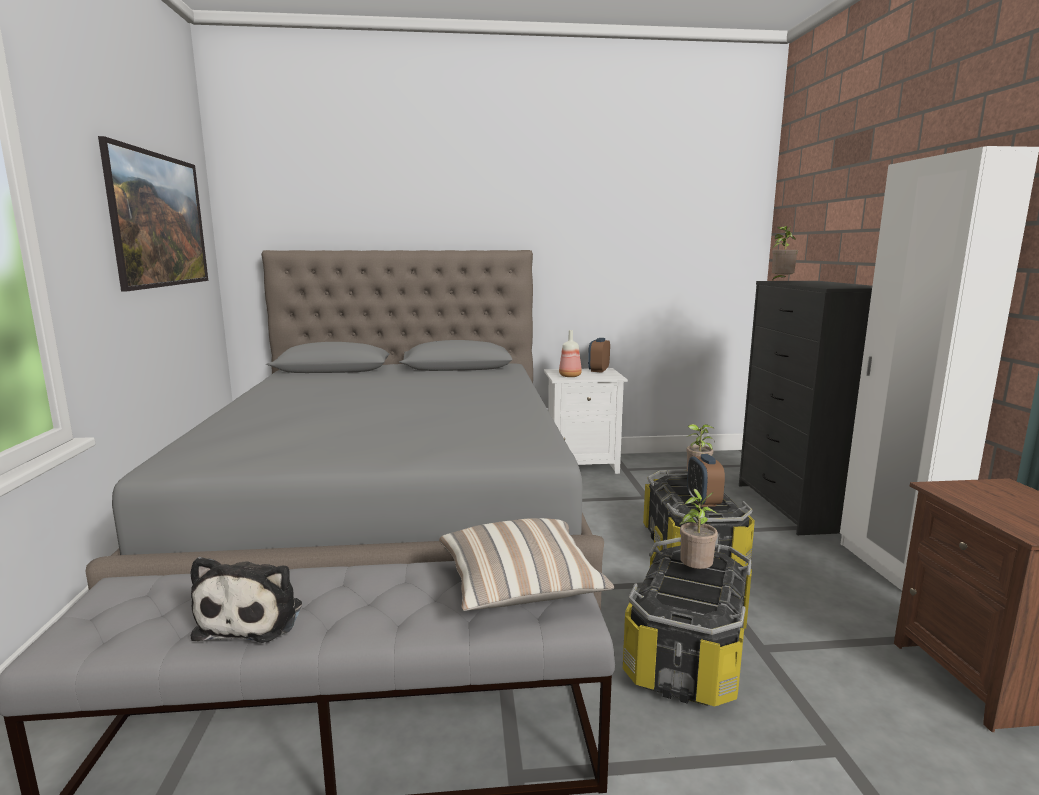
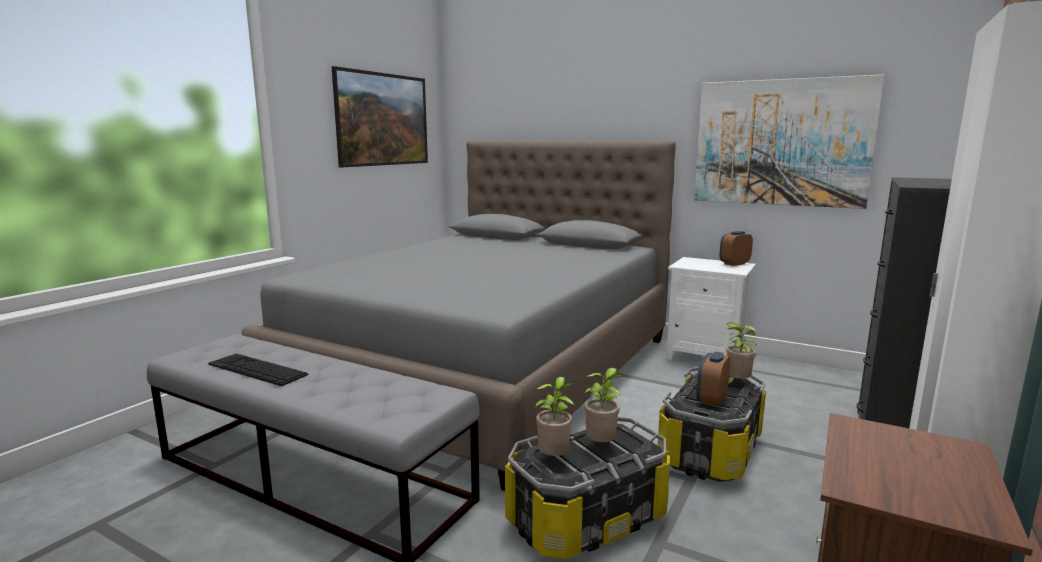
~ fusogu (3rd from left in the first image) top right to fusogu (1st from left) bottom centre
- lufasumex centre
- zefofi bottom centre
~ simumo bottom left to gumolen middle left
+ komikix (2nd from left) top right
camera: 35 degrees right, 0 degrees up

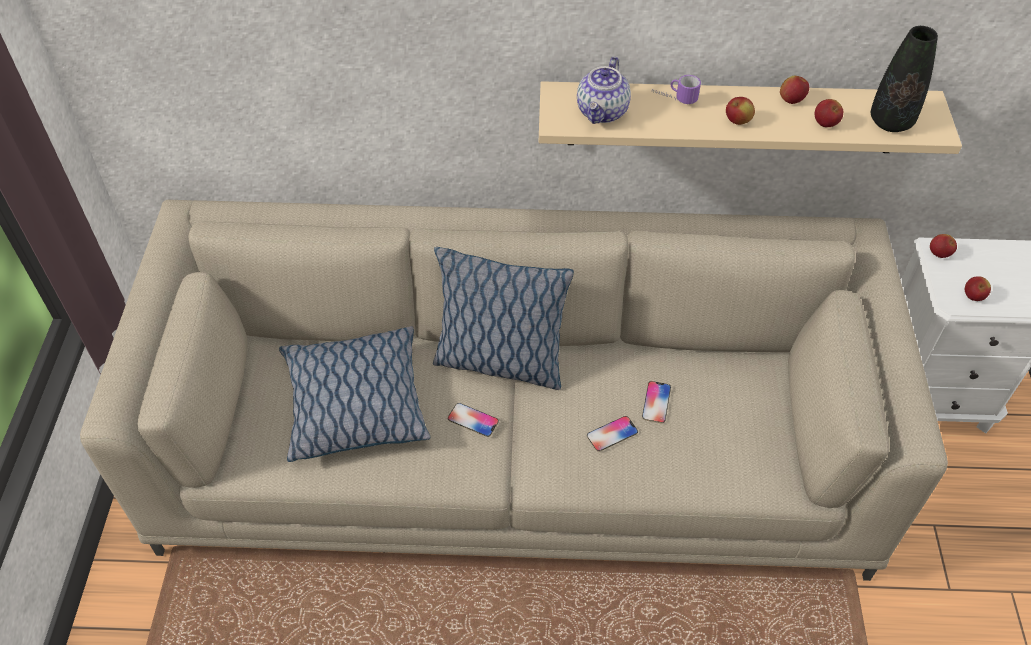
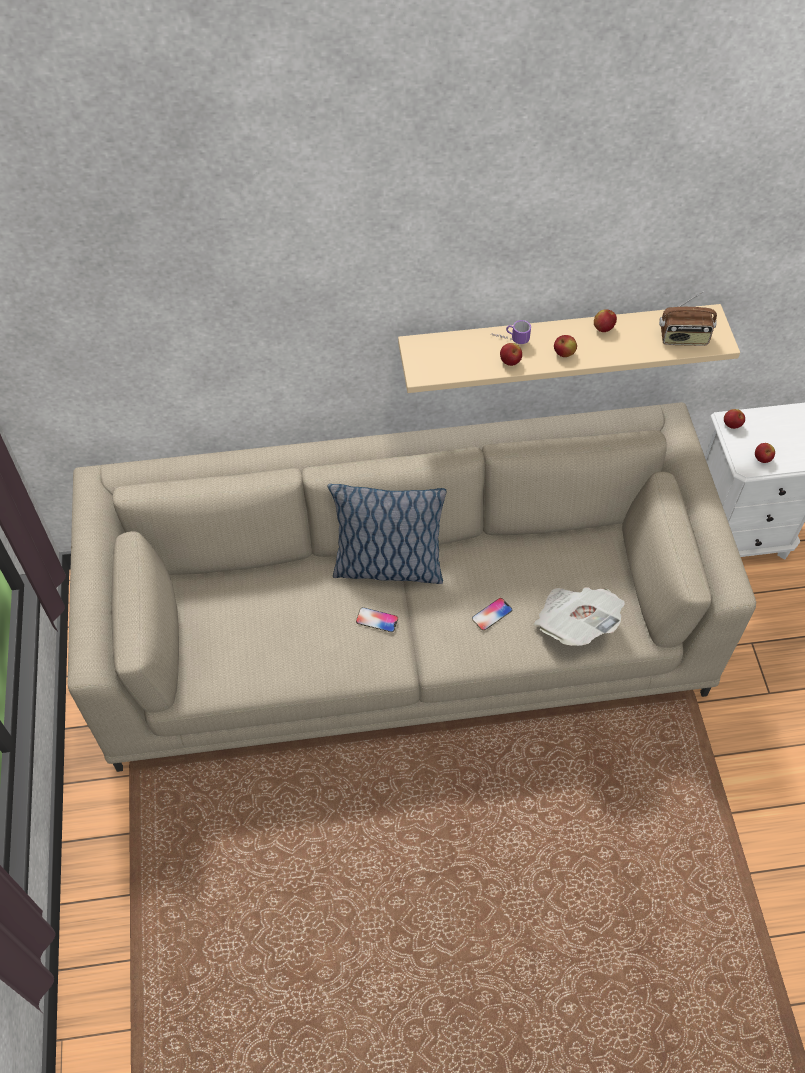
~ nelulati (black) top right to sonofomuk top right
- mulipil top centre
~ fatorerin (3rd from left in the first image) top right to fatorerin (1st from left) top centre
- zefofi (1st from left) centre
- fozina (3rd from left) centre
+ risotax middle right
camera: 10 degrees left, 5 degrees up

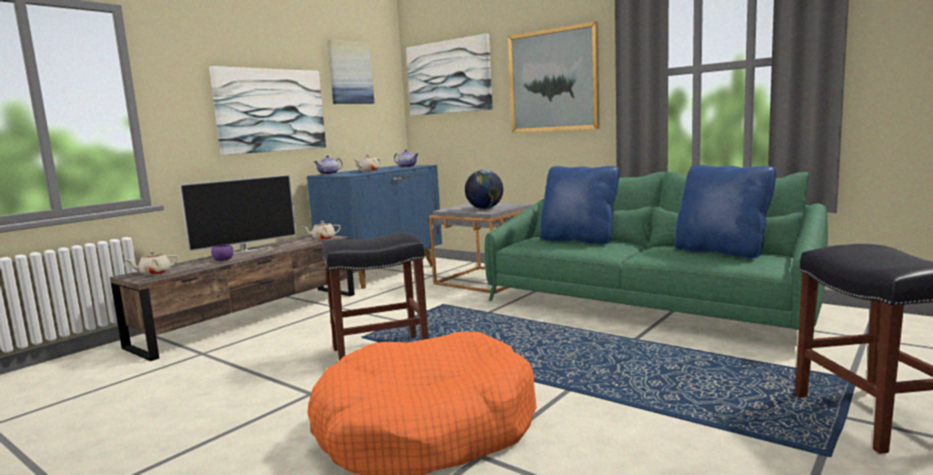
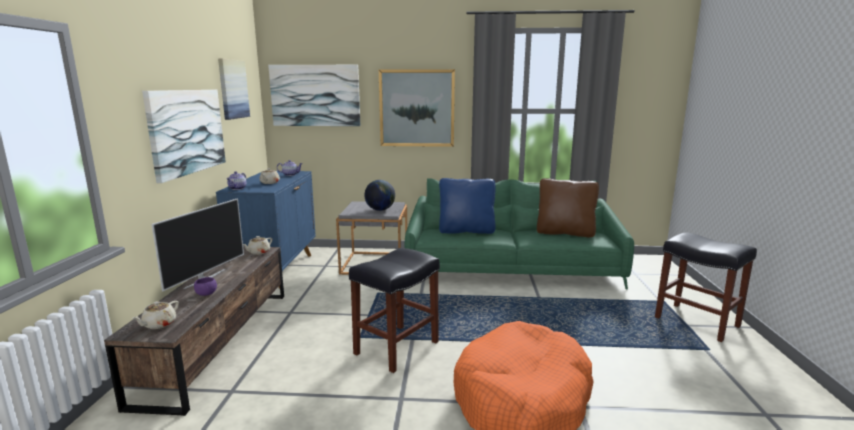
~ zefofi (blue) (2nd from left) middle right to zefofi (brown) centre
camera: 35 degrees left, 5 degrees up

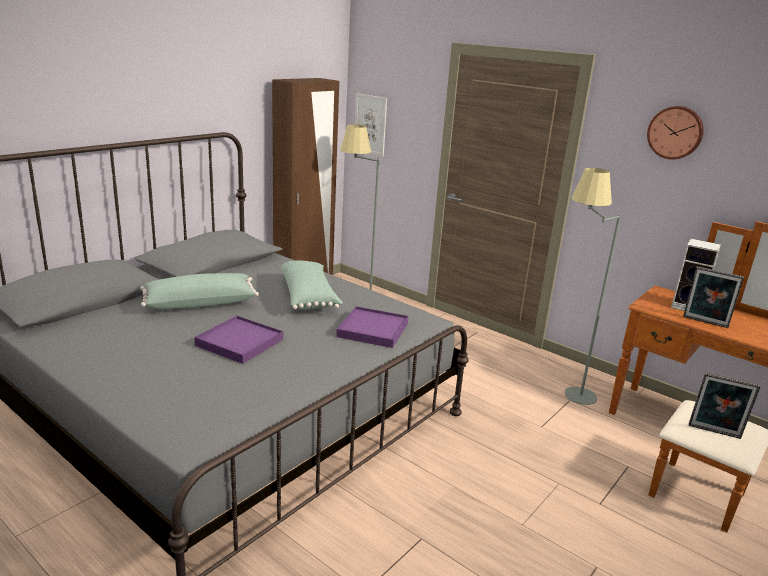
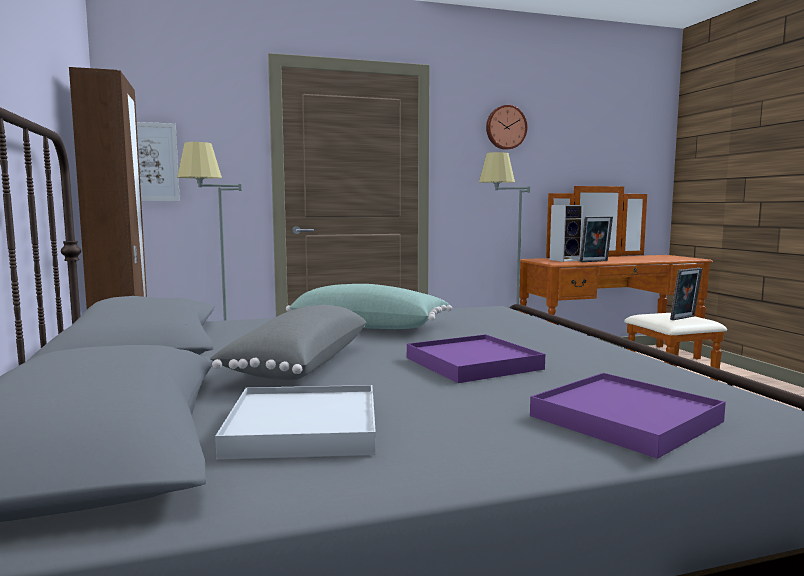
~ zefofi (green) (1st from left) middle left to zefofi (grey) centre
~ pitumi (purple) (2nd from left) centre to bottom right
+ pitumi (white) bottom centre
camera: 55 degrees left, 15 degrees down

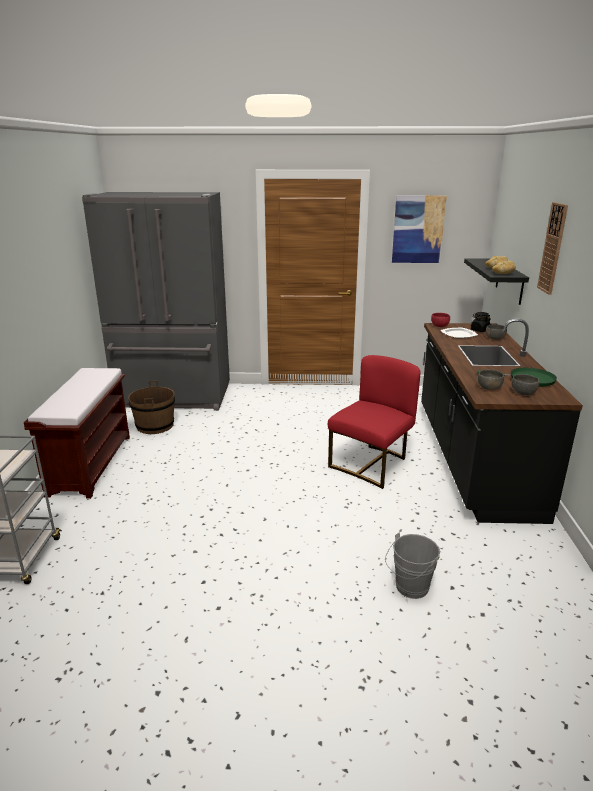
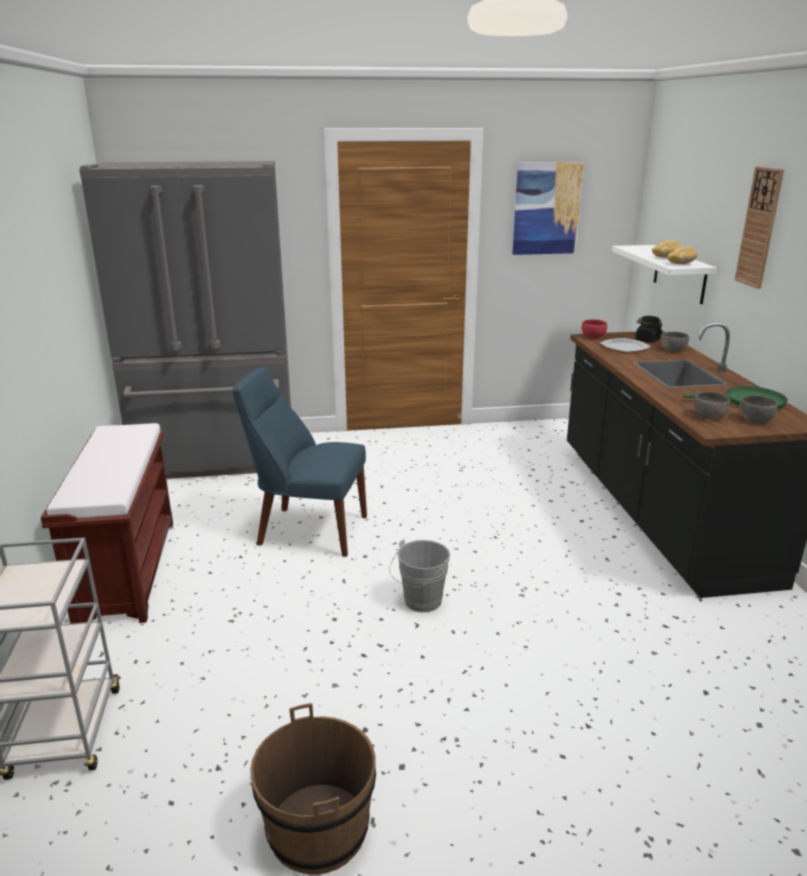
~ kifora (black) middle right to kifora (white) top right
- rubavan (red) centre
~ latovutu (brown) middle left to bottom centre
~ latovutu (grey) bottom right to centre
+ rubavan (blue) centre
camera: 10 degrees left, 0 degrees up

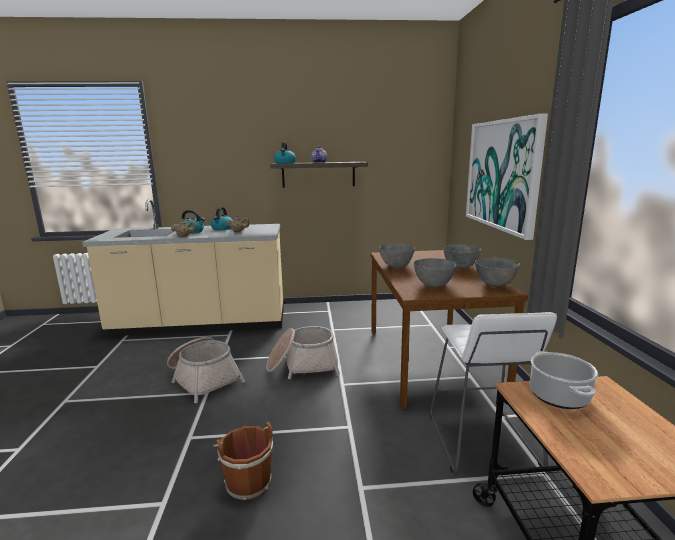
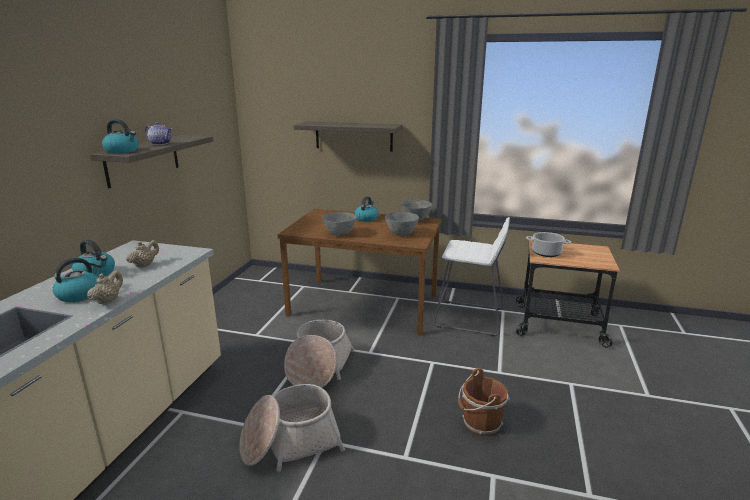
~ komikix top right to kifora (2nd from left) top centre
~ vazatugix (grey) (3rd from left) middle right to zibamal (4th from left) centre
camera: 70 degrees left, 5 degrees up

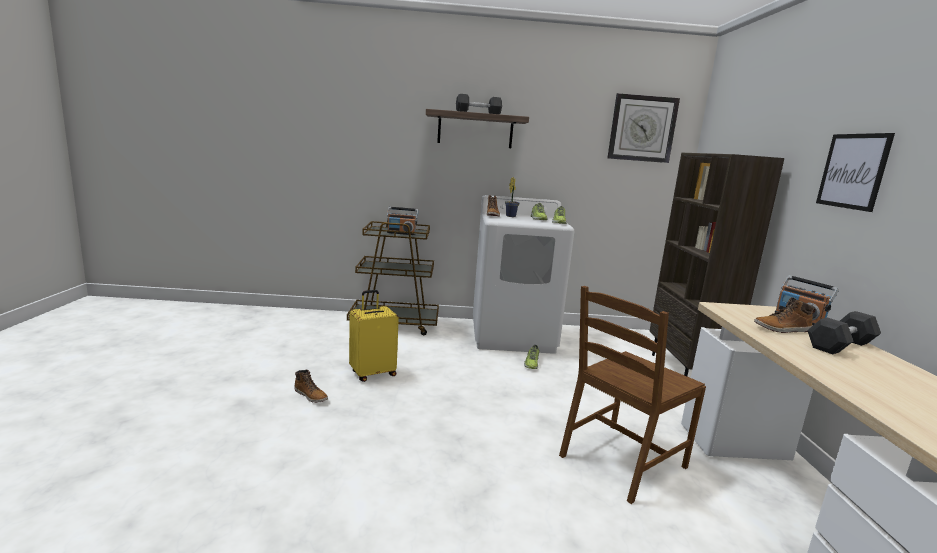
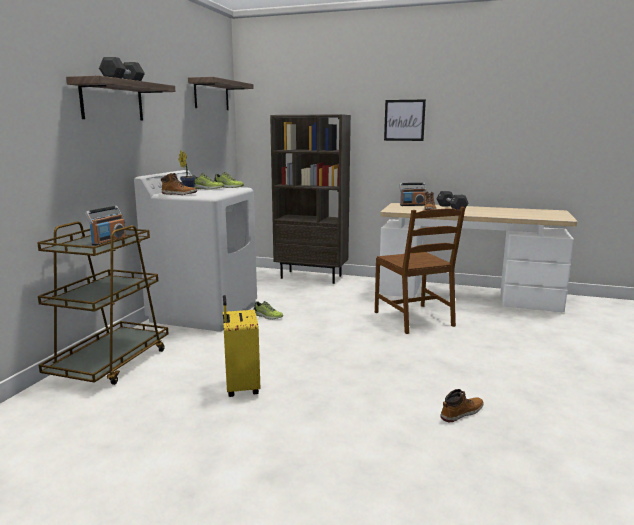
~ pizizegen top right to kifora (2nd from left) top centre
~ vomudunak (1st from left in the first image) bottom left to vomudunak (3rd from left) bottom right
camera: 70 degrees left, 0 degrees up

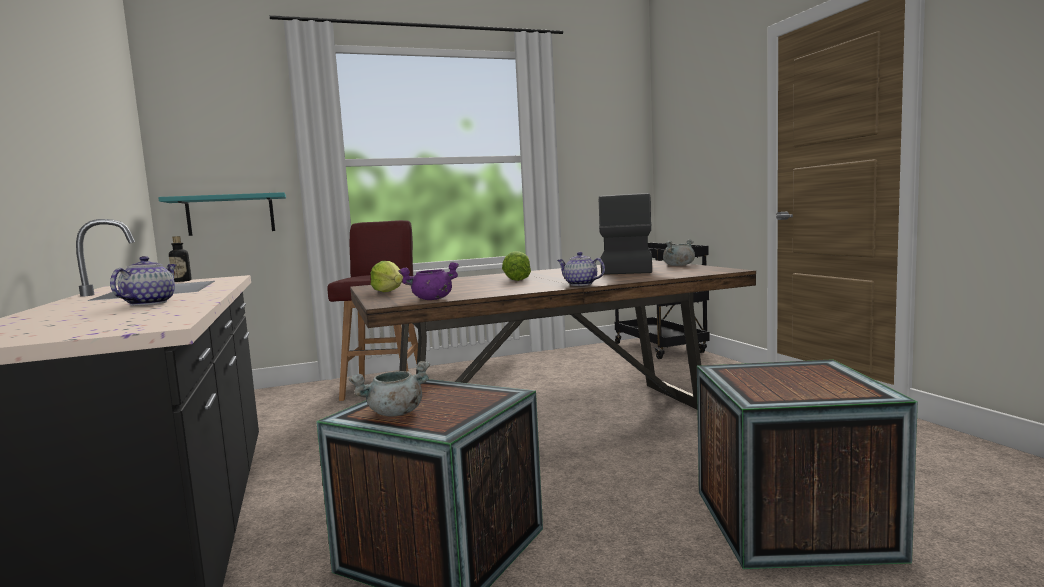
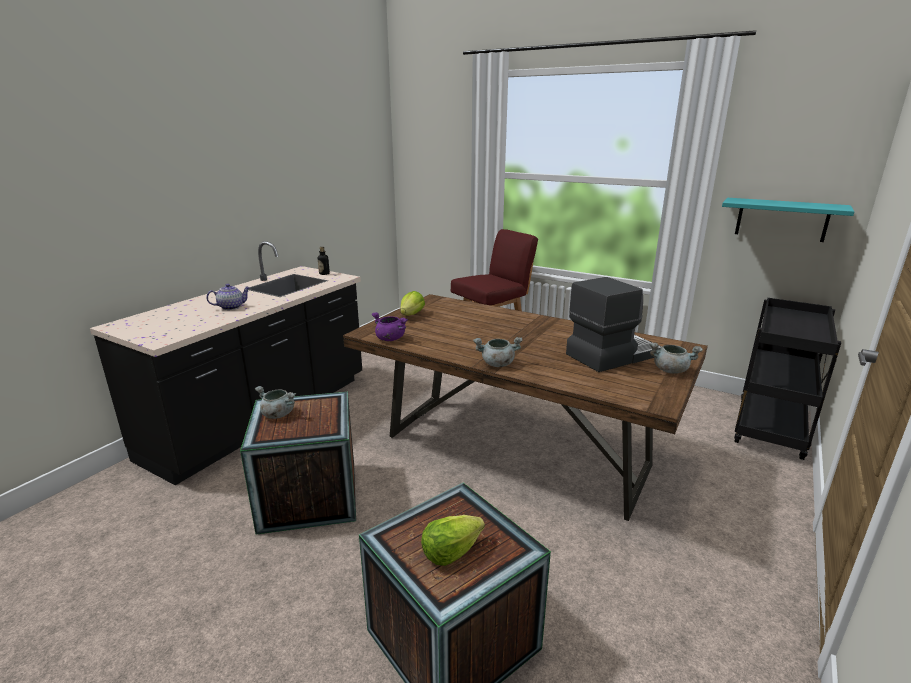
~ kifora (turquoise) middle left to top right
~ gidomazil (2nd from left) centre to bottom centre
~ mulipil (2nd from left) centre to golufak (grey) (2nd from left) centre
camera: 50 degrees right, 15 degrees up

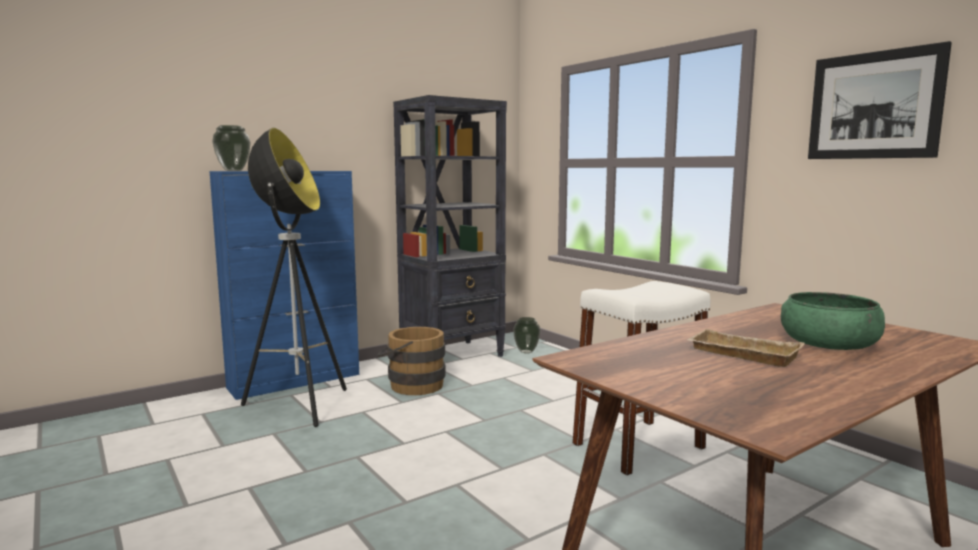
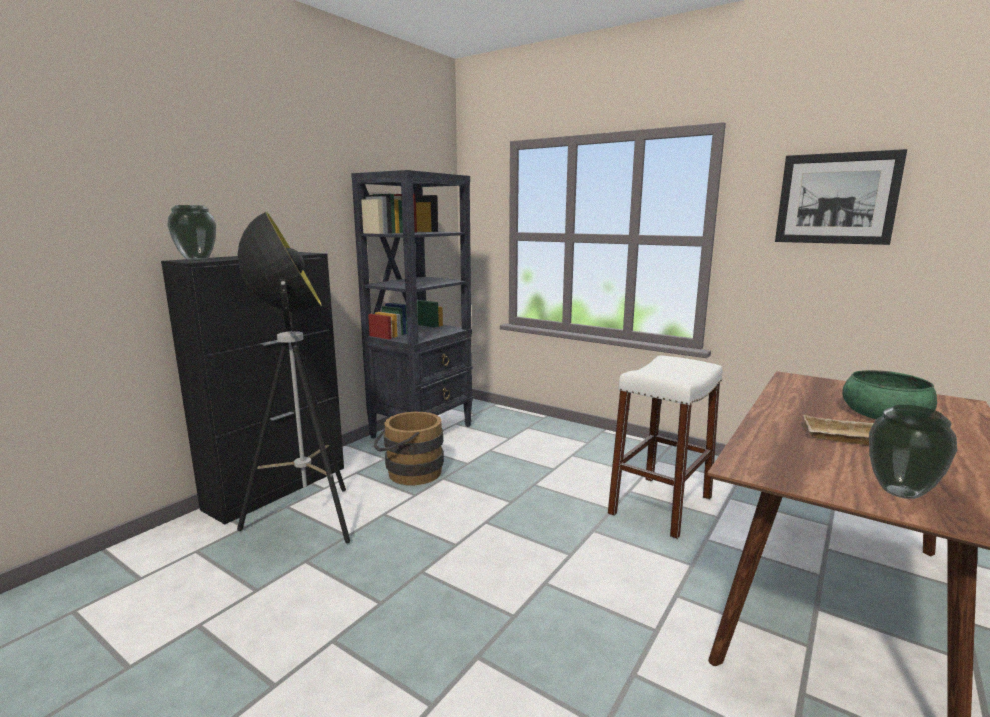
~ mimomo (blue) middle left to mimomo (black) middle left
~ nelulati (2nd from left) centre to middle right
camera: 20 degrees left, 5 degrees up

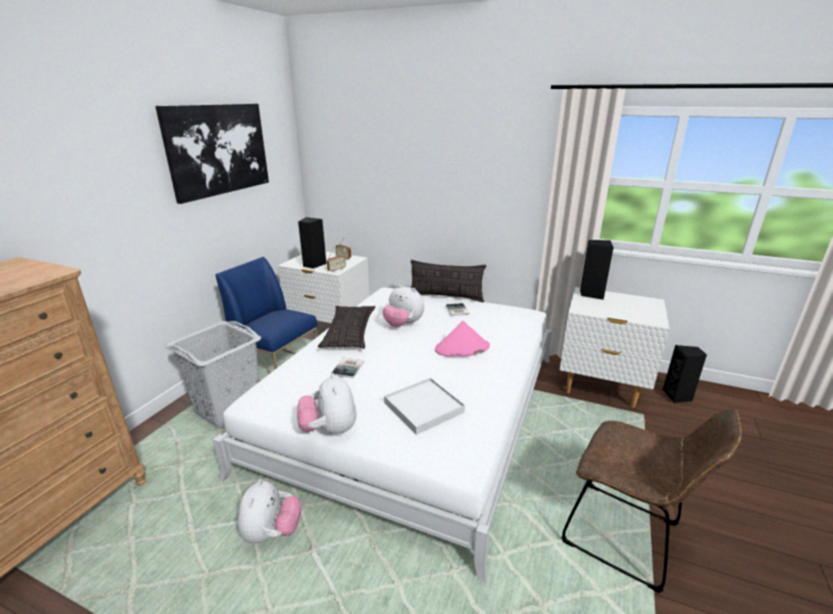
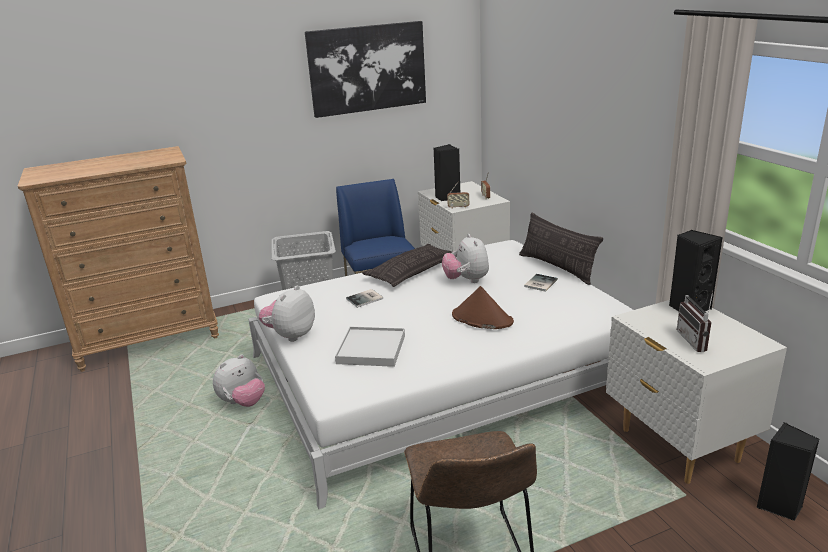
~ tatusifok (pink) centre to tatusifok (brown) centre
+ sonofomuk (3rd from left) middle right
camera: 45 degrees right, 0 degrees up

